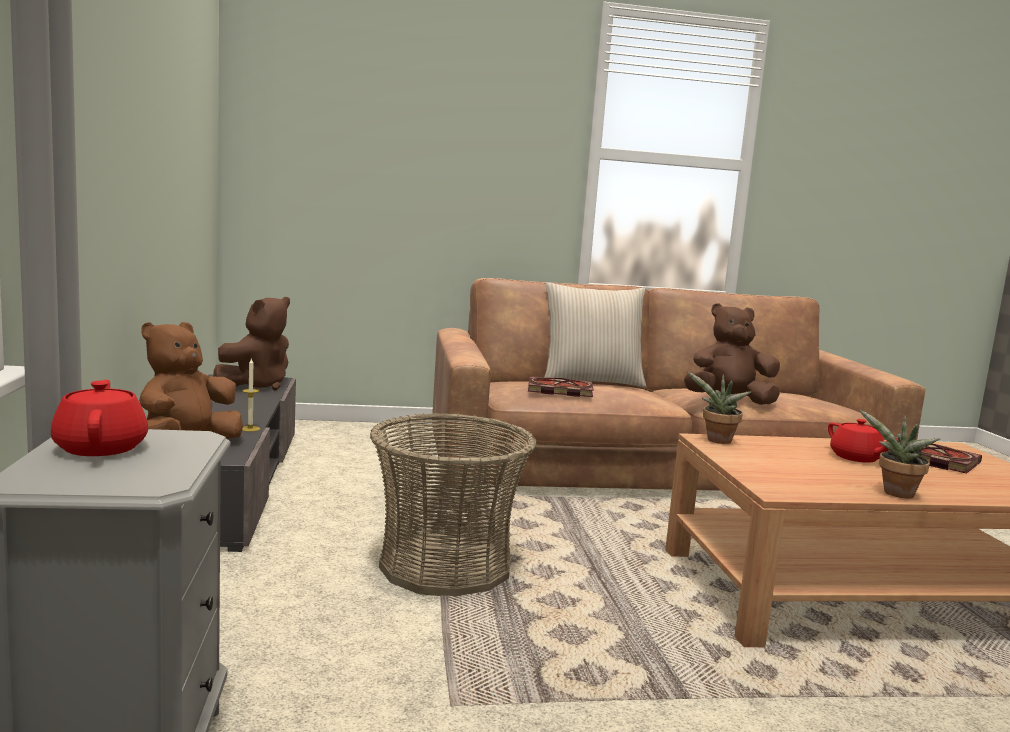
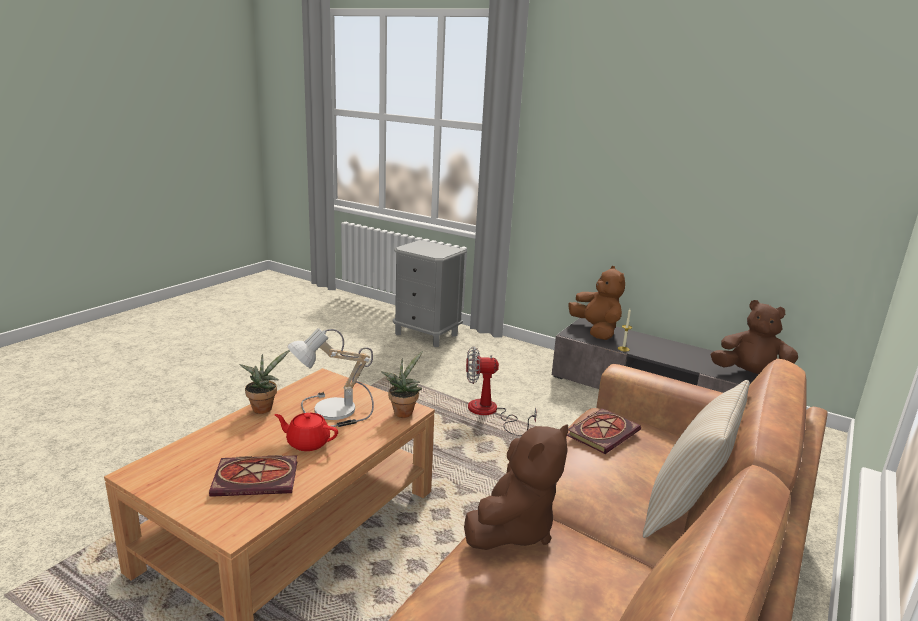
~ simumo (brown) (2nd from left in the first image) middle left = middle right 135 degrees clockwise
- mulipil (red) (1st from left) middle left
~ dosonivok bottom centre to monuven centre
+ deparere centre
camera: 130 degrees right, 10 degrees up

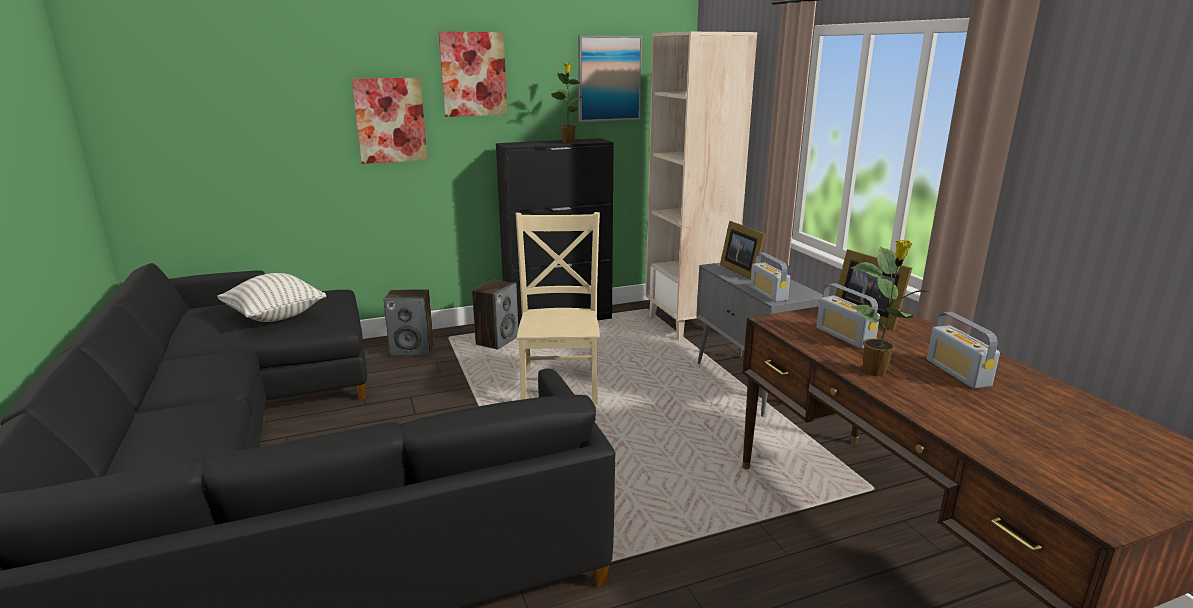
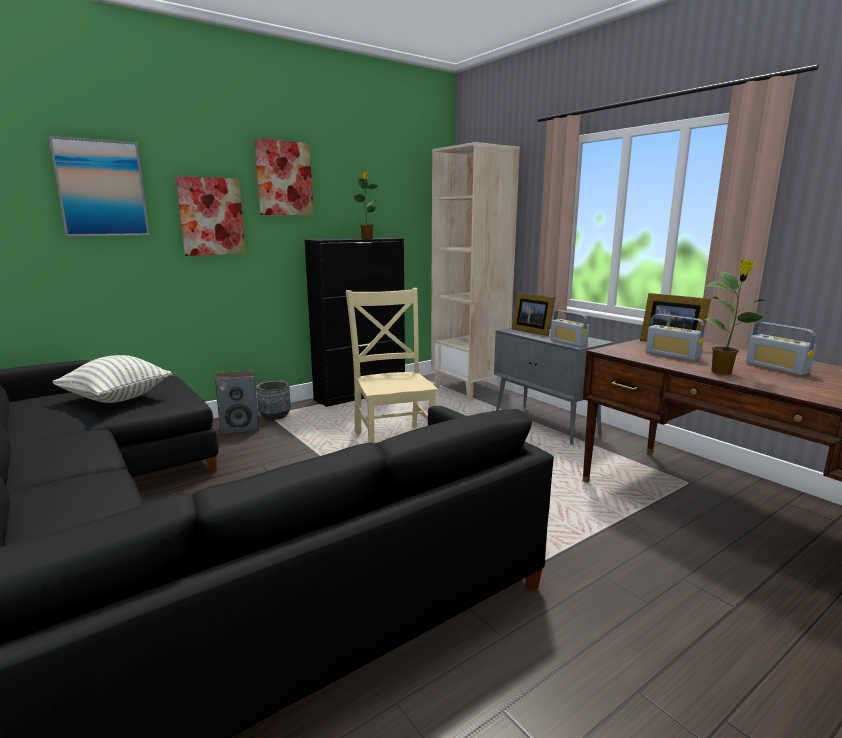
~ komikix (3rd from left in the first image) top centre to komikix (1st from left) top left
- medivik (2nd from left) centre
+ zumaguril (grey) middle left
camera: 15 degrees left, 5 degrees down

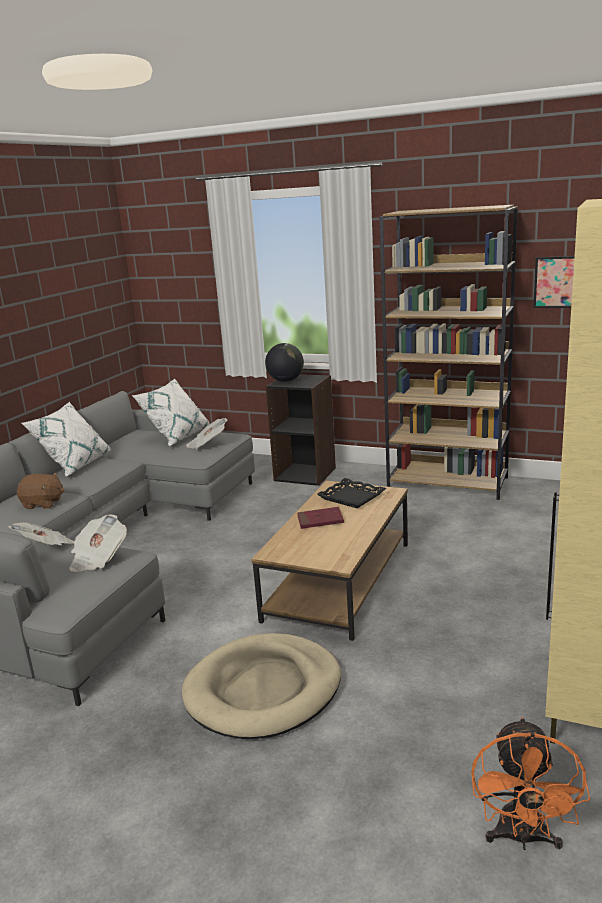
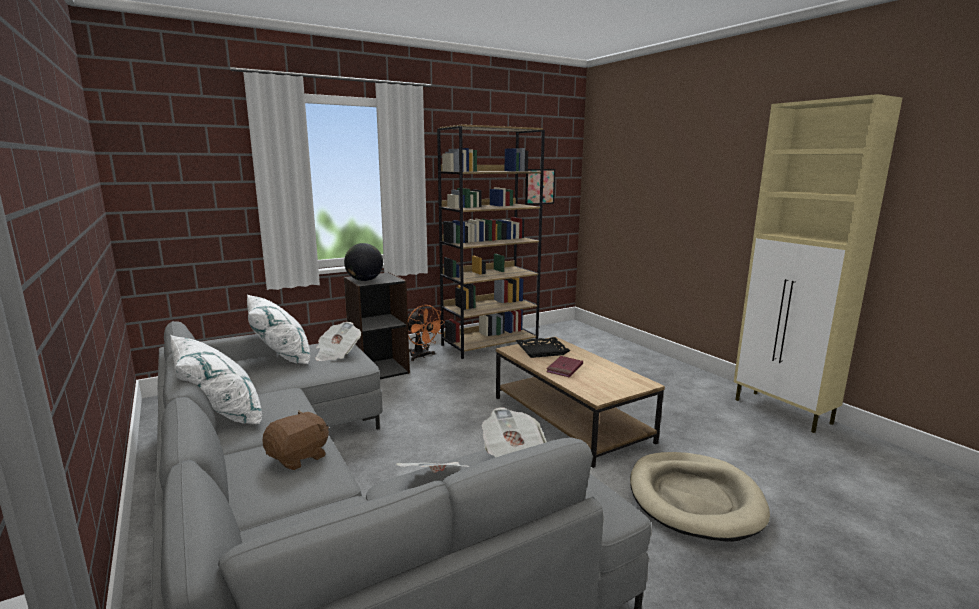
~ monuven (orange) bottom right to centre
camera: 55 degrees left, 5 degrees down

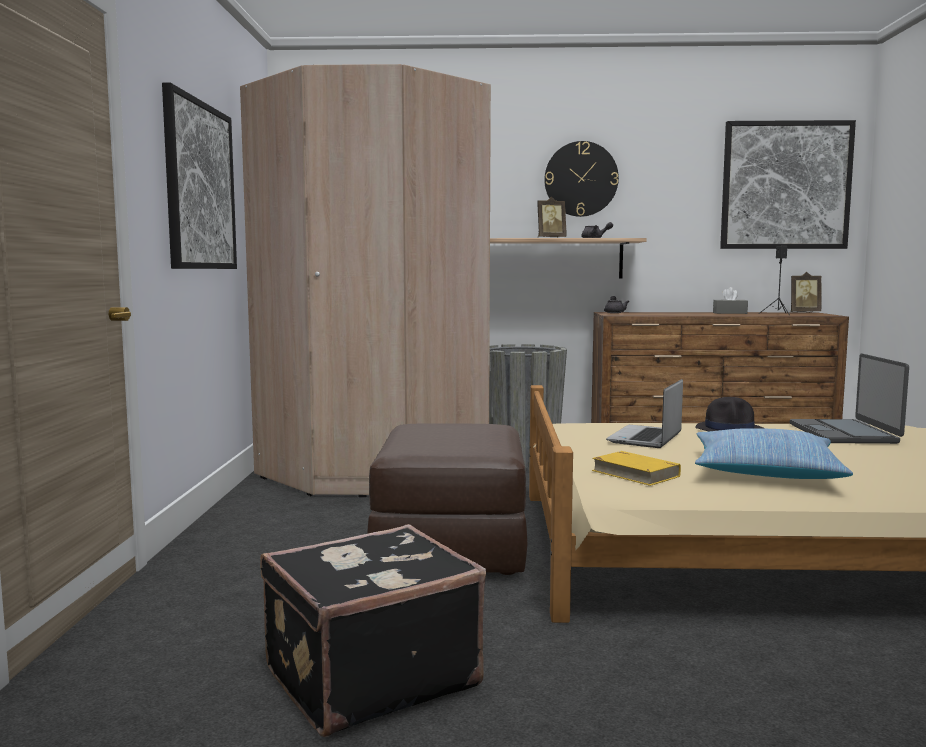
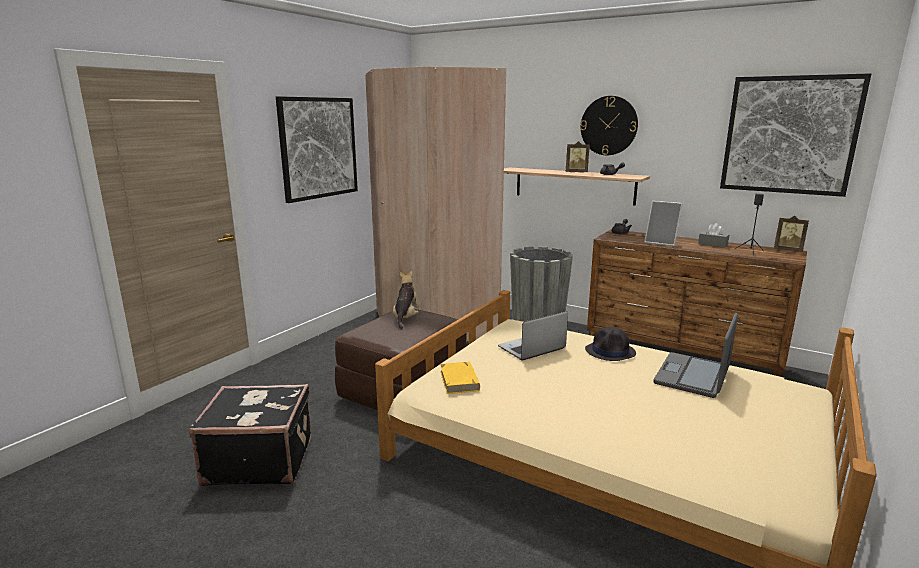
- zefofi middle right
+ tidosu (2nd from left) middle right
+ simumo centre
camera: 30 degrees right, 10 degrees up

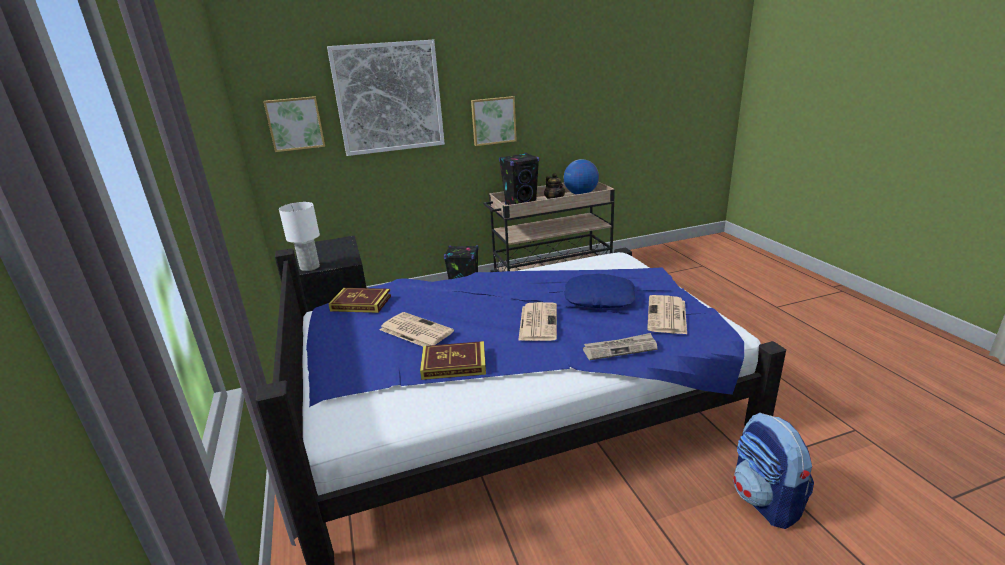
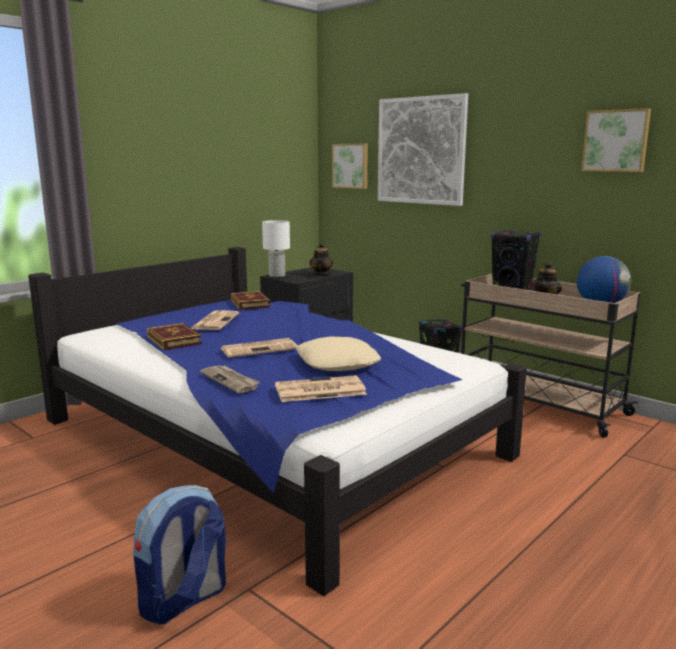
~ komikix (3rd from left) top centre to top right
~ zefofi (blue) centre to zefofi (beige) centre
+ mulipil (1st from left) centre
camera: 60 degrees right, 10 degrees down

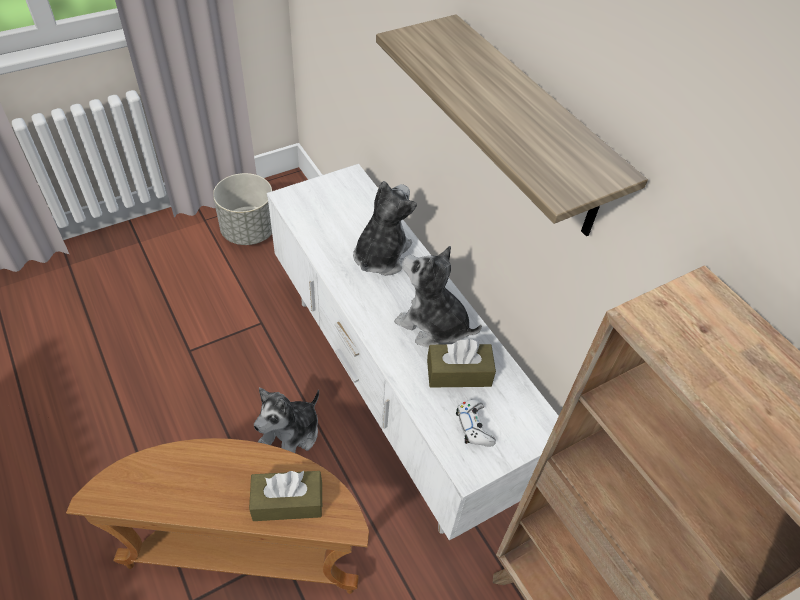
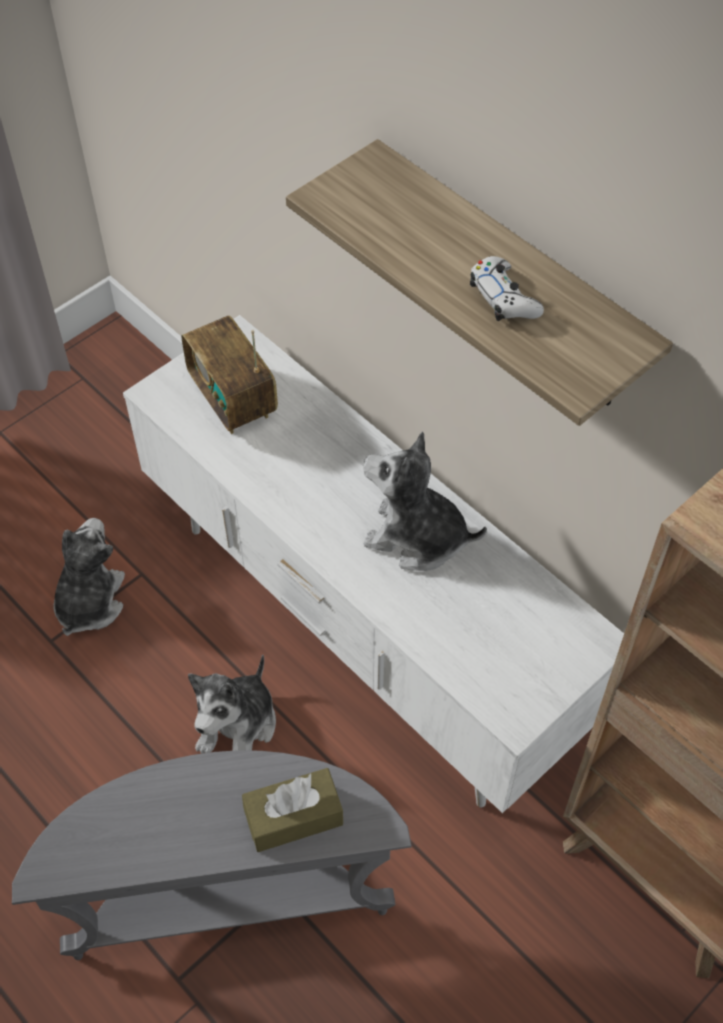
- zumaguril (grey) middle left
~ simumo (2nd from left in the first image) centre to simumo (1st from left) middle left
- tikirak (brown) (2nd from left) centre
~ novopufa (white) bottom centre to top right
~ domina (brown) bottom left to domina (grey) bottom left
+ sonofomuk middle left
camera: 10 degrees left, 5 degrees up

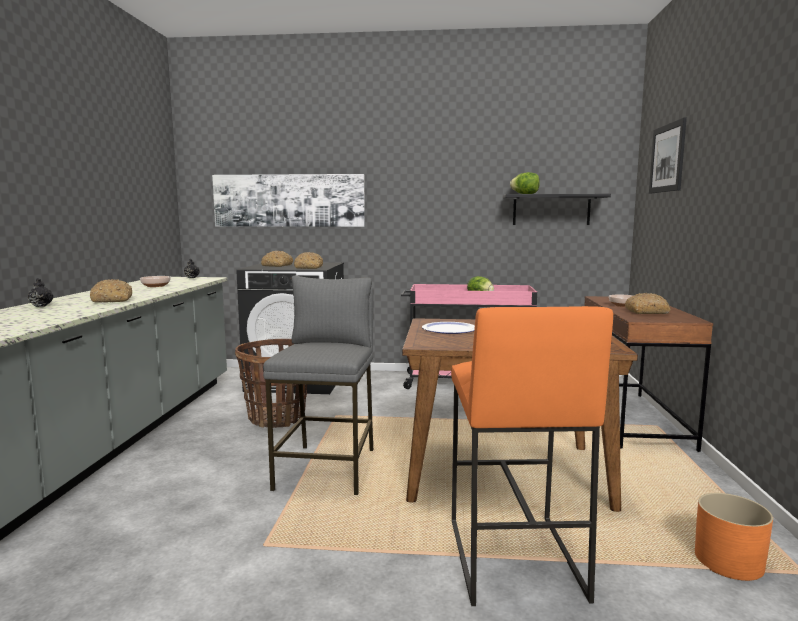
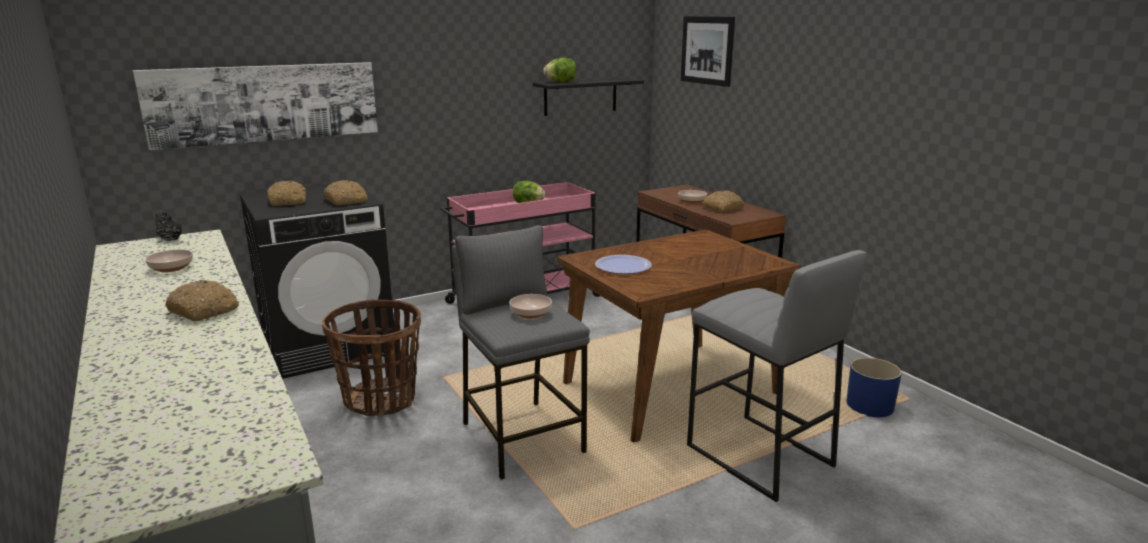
- mulipil (black) (1st from left) middle left
~ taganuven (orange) bottom right to taganuven (grey) (2nd from left) bottom right
~ zumaguril (orange) bottom right to zumaguril (blue) bottom right
+ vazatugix (2nd from left) centre
camera: 35 degrees left, 10 degrees up

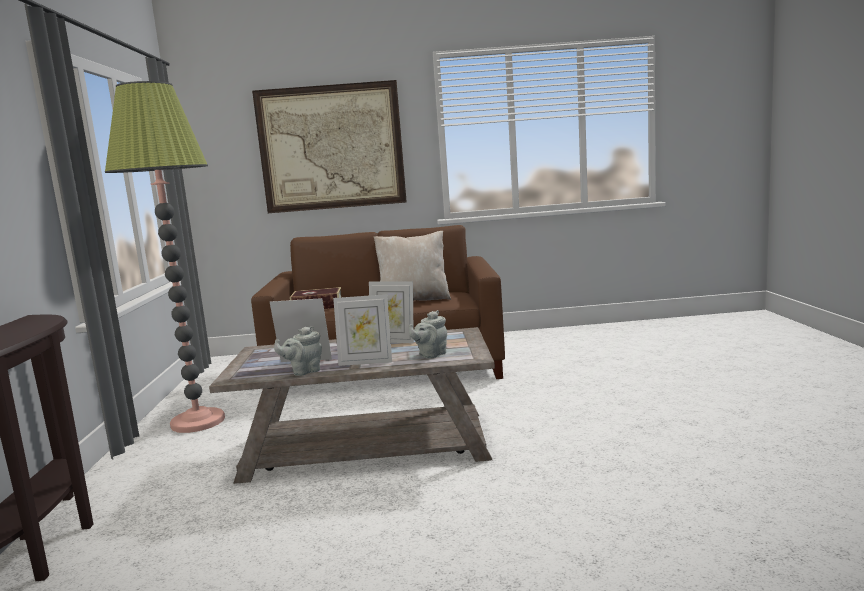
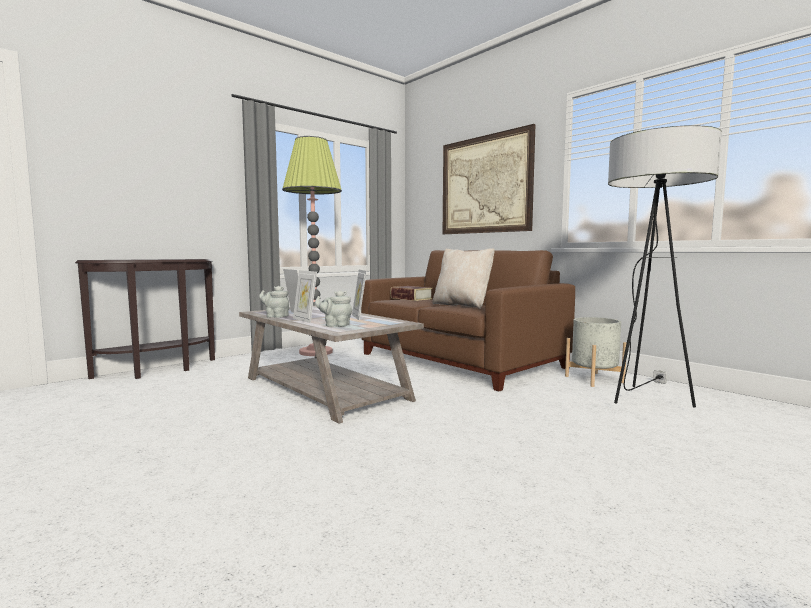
+ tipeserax (2nd from left) middle right
+ zumaguril (grey) middle right
camera: 50 degrees right, 5 degrees down

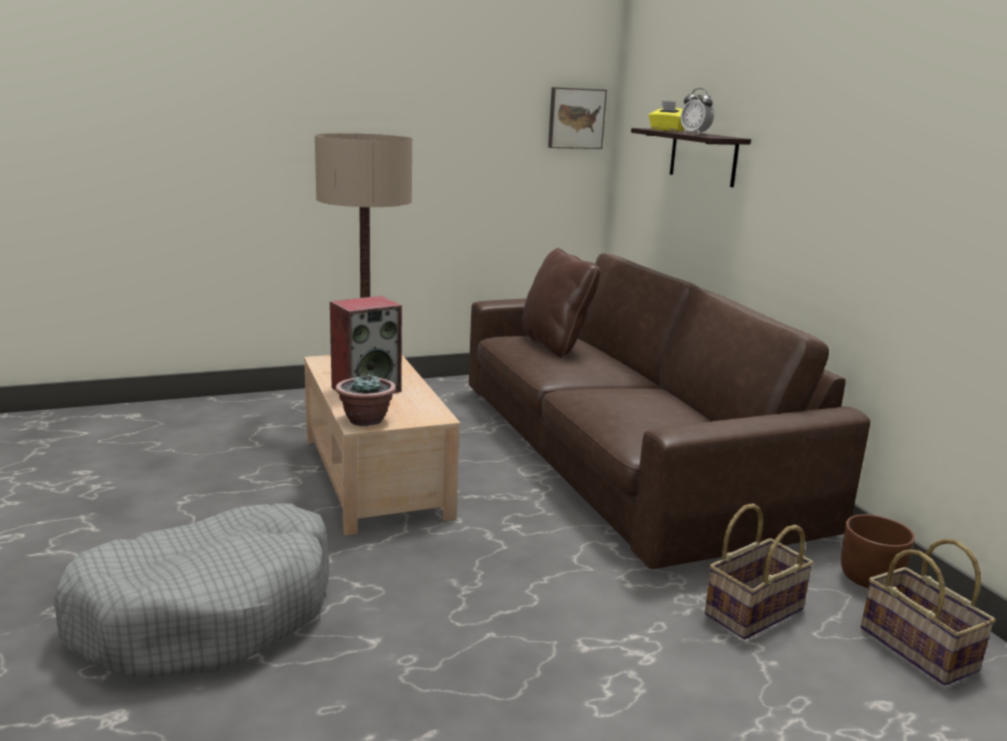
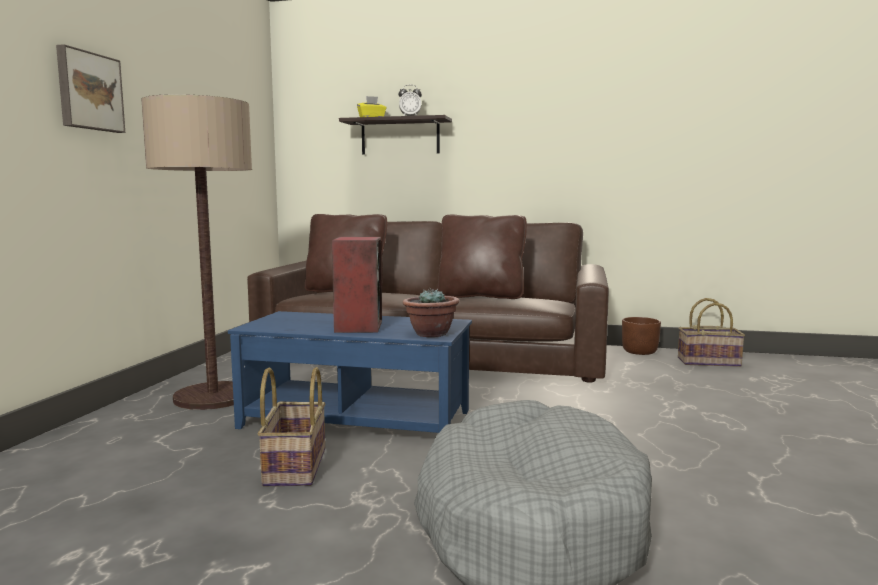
~ komikix top centre to top left
~ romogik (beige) centre to romogik (blue) centre
~ dosonivok (1st from left) bottom right to bottom left
+ zefofi (brown) (2nd from left) centre
camera: 55 degrees left, 10 degrees down

